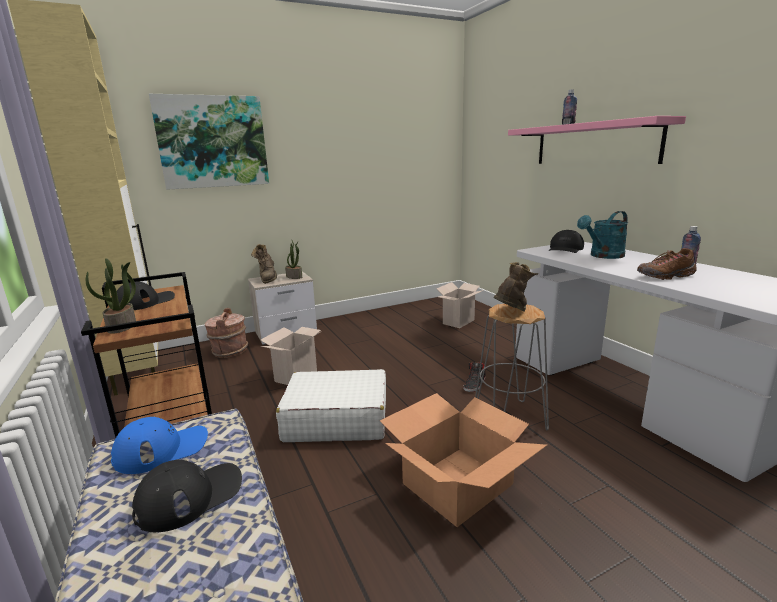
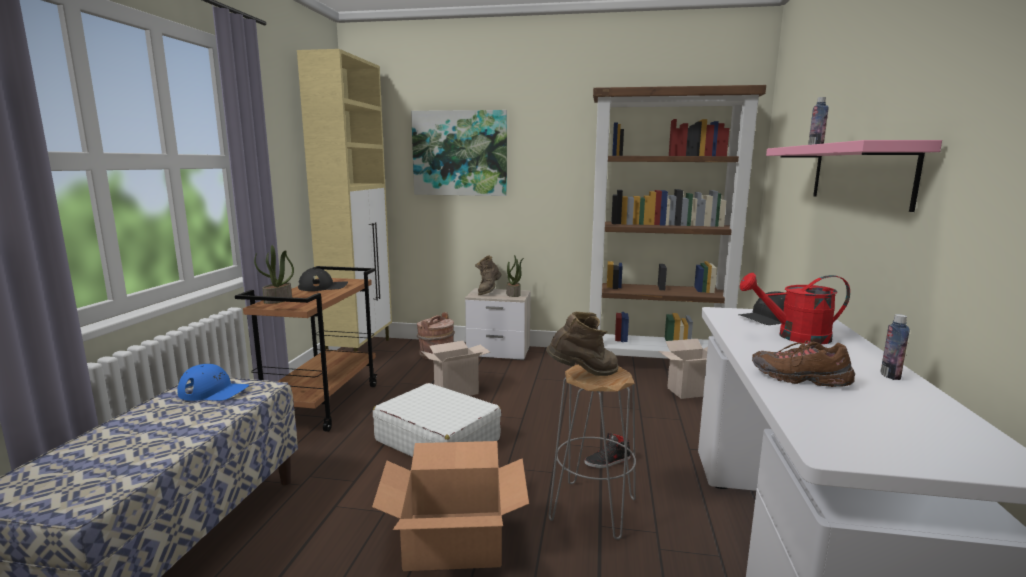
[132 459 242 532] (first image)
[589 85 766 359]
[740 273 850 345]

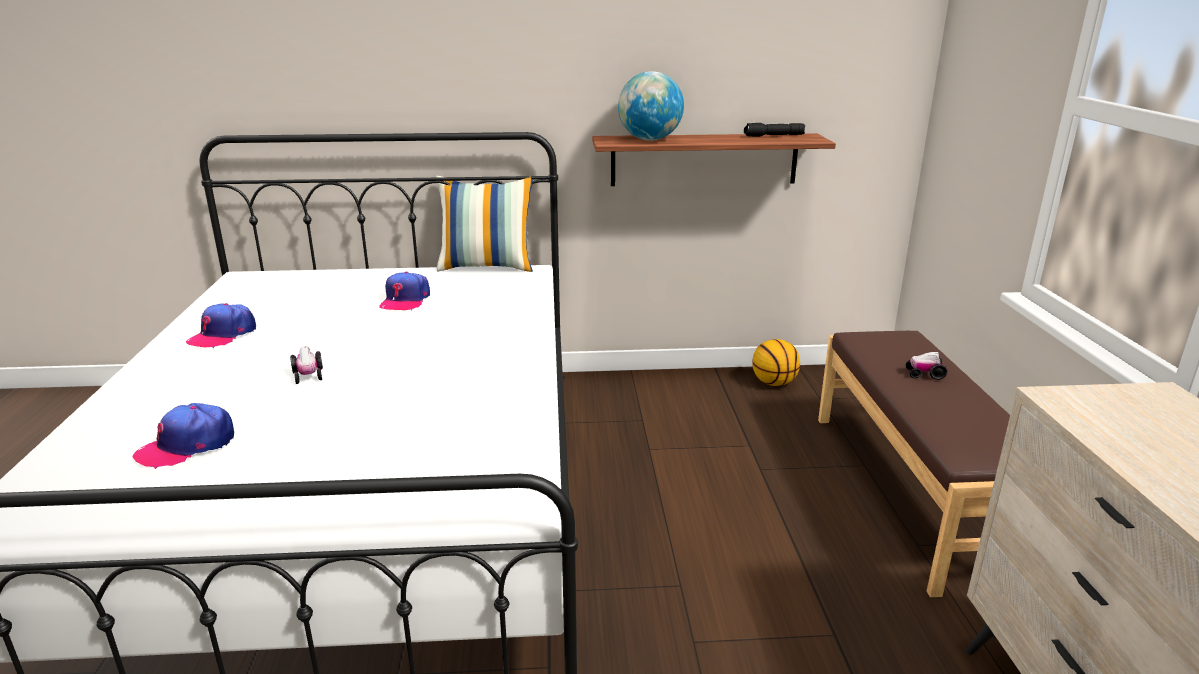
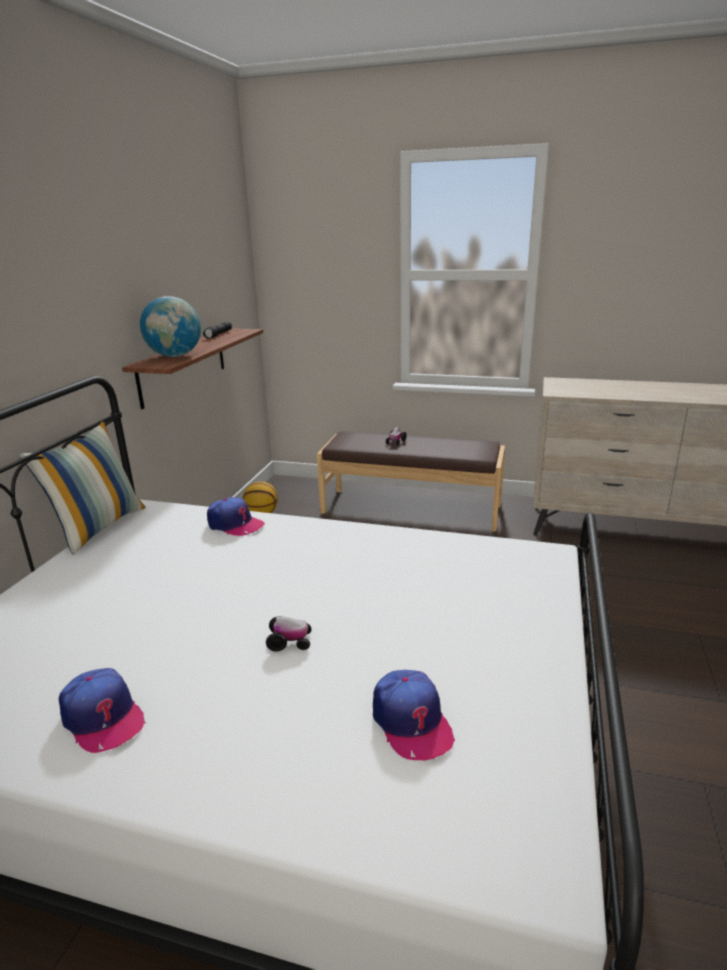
[207 497 265 536]

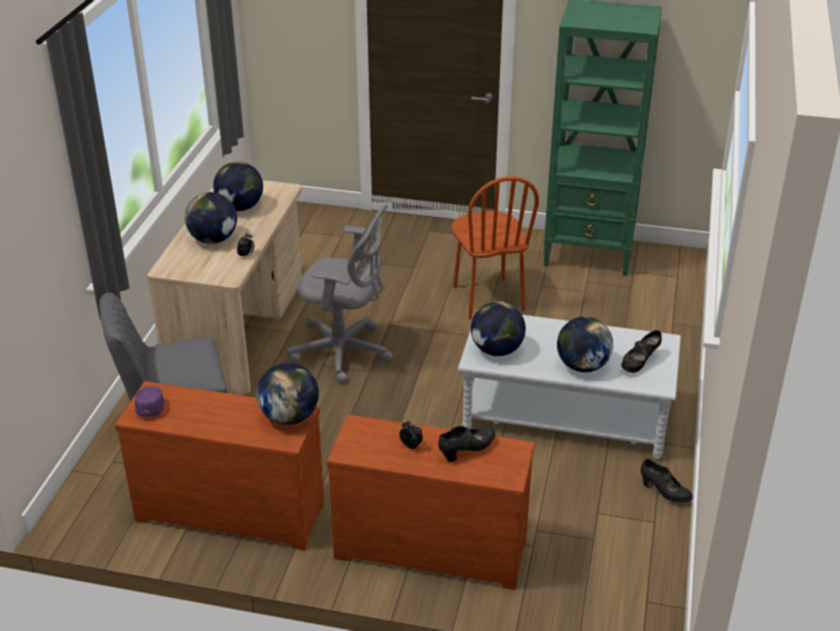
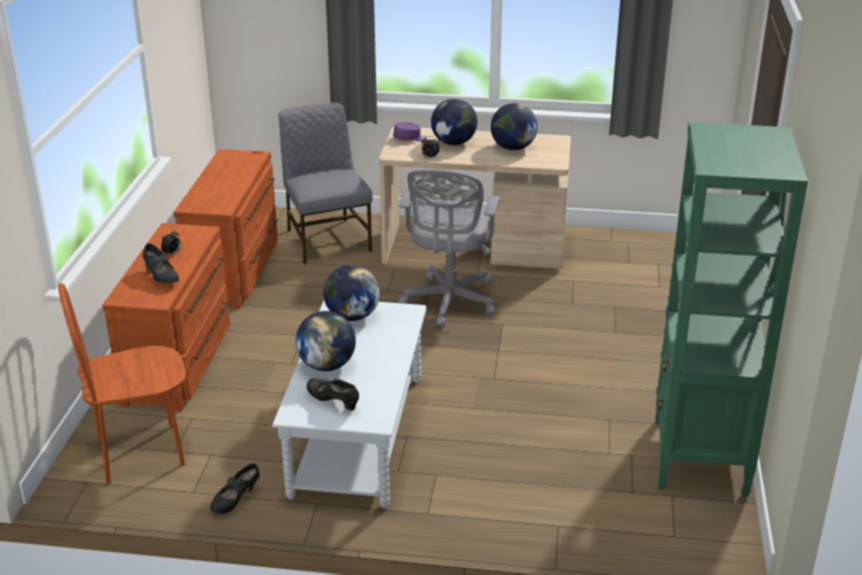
[257 363 319 425] (first image)
[393 122 427 141]
[58 283 186 484]

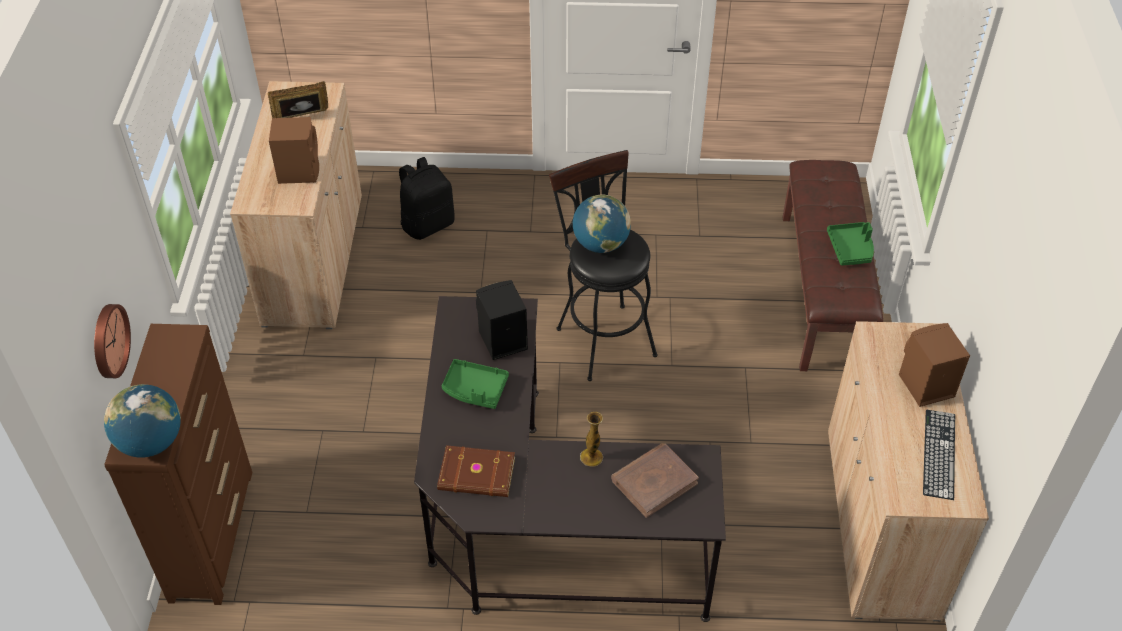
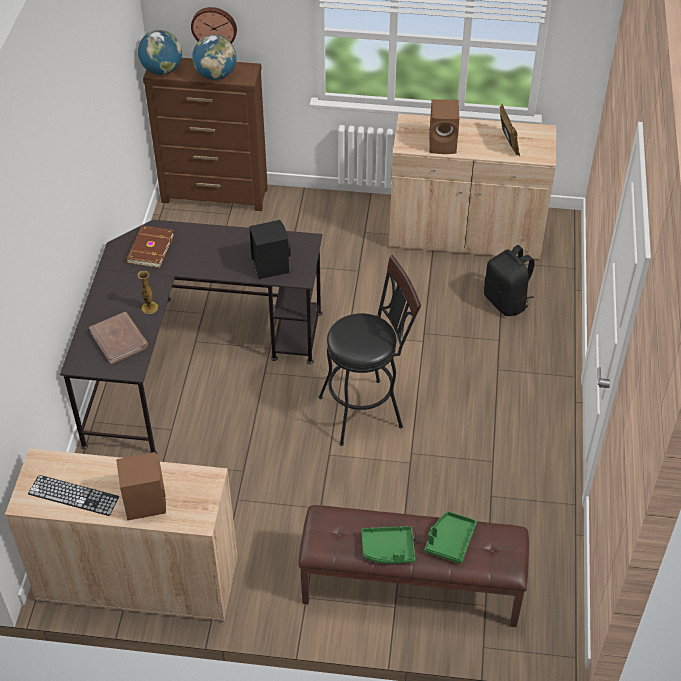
[425 511 477 564]
[192 35 236 80]

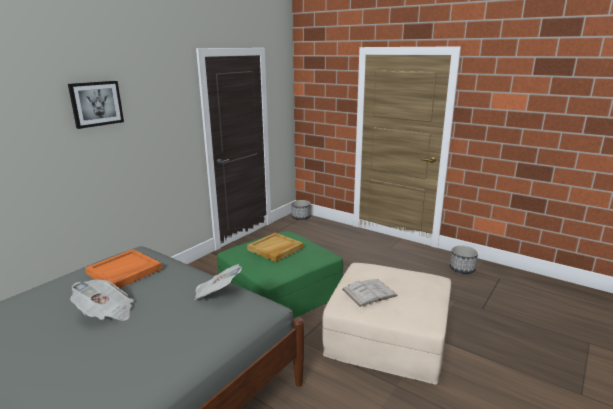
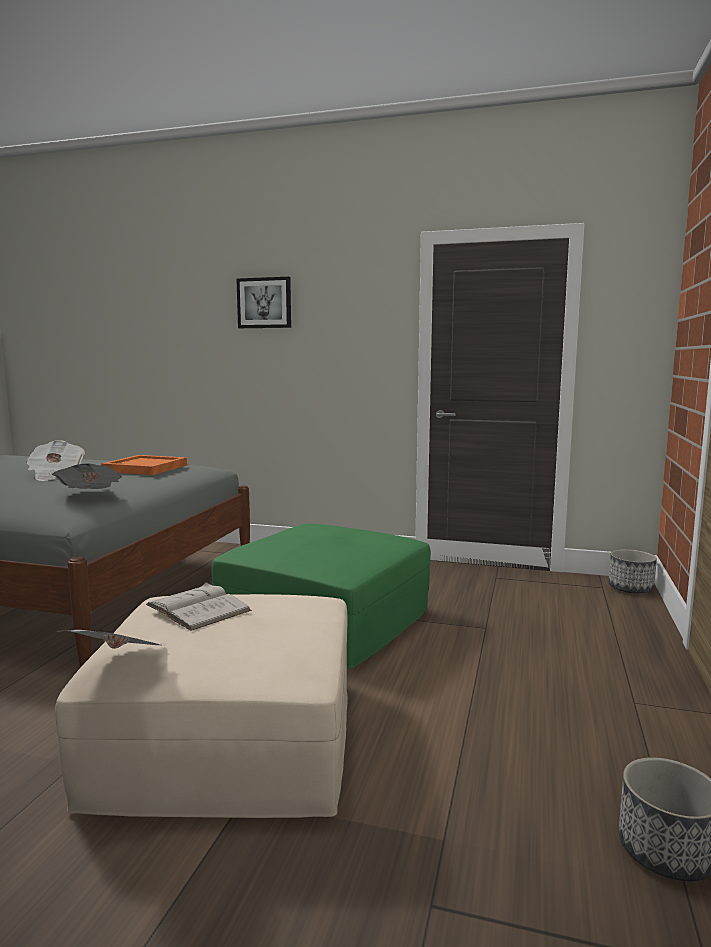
[247 233 303 262] (first image)
[56 630 166 649]

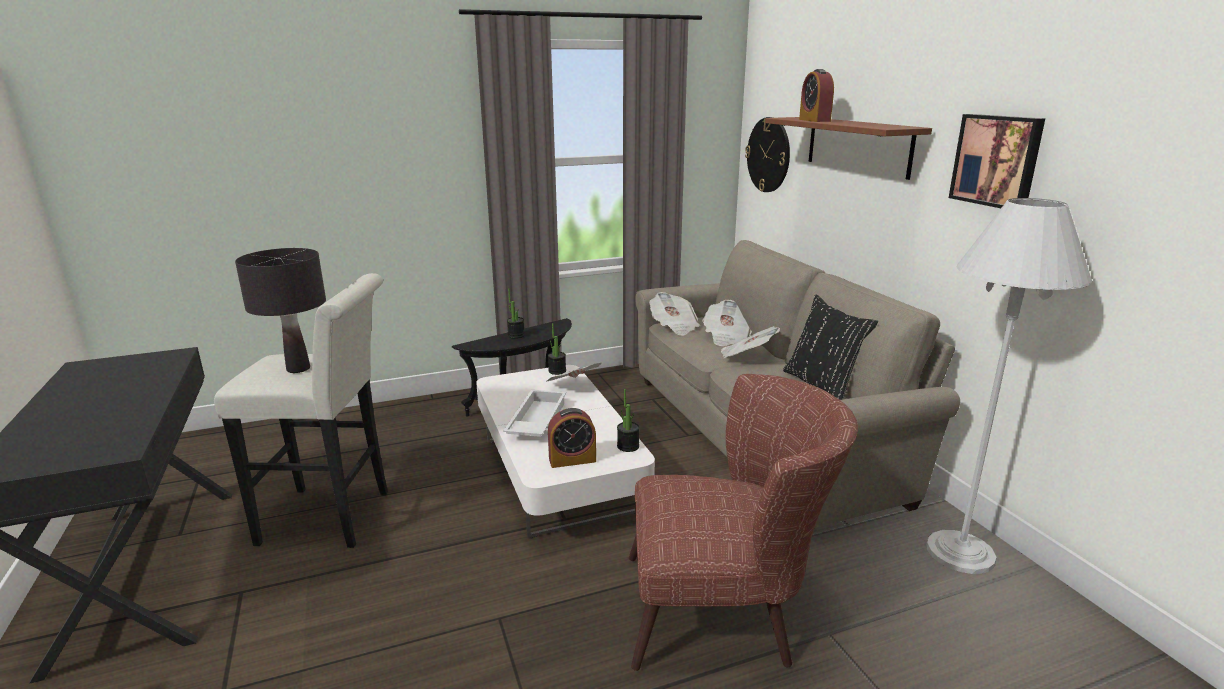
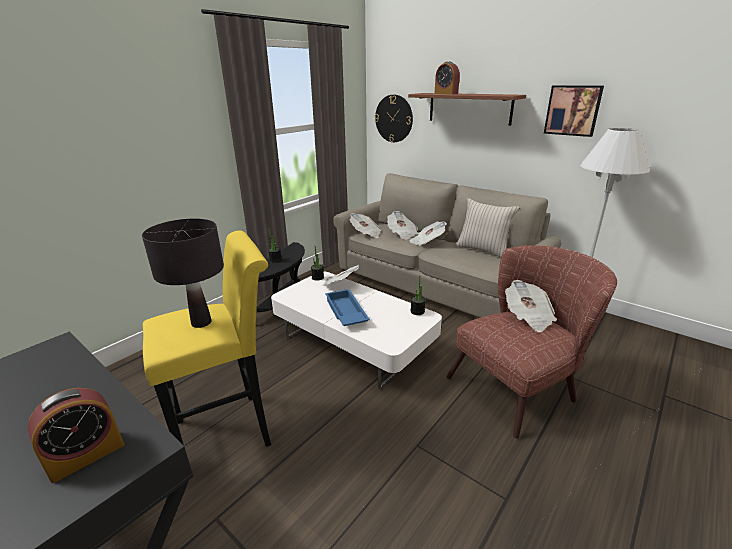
[505 280 557 333]
[28 388 124 483]
[143 231 271 447]
[325 289 370 326]
[455 198 520 257]

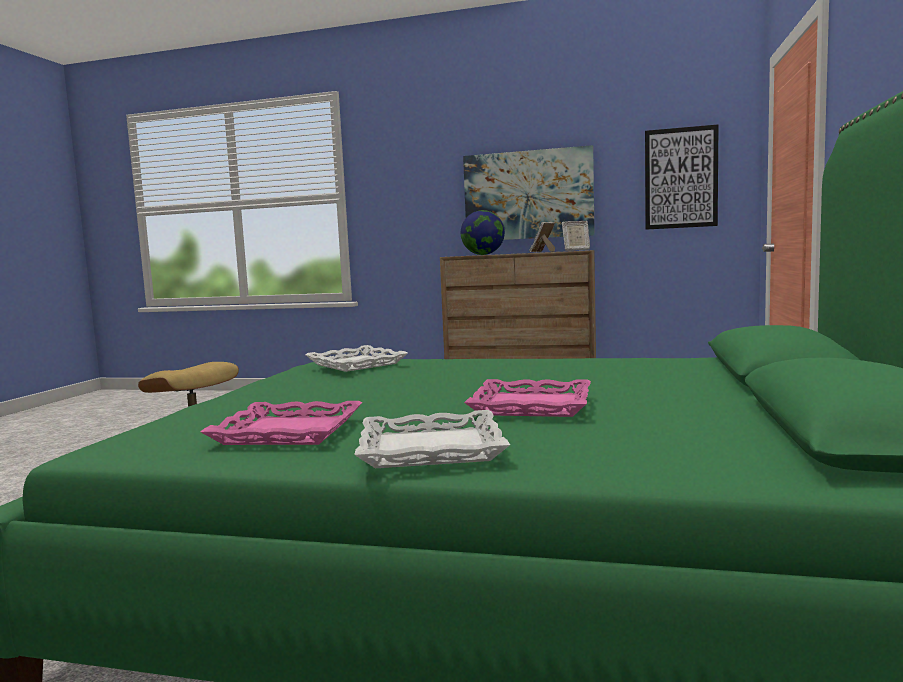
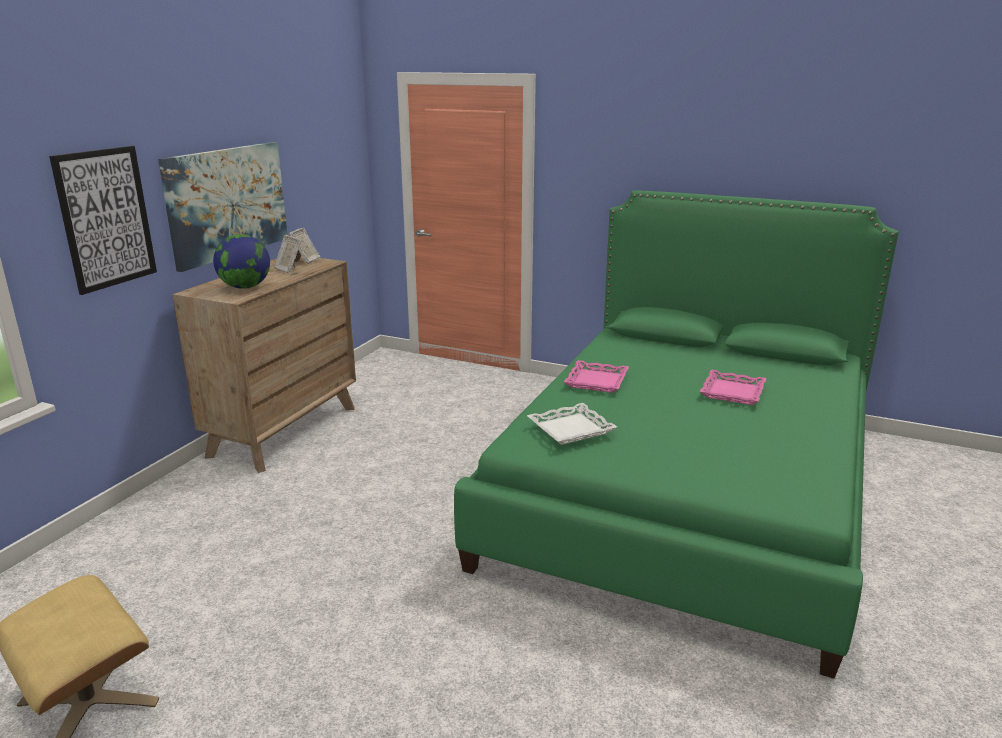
[354 410 510 468] (first image)
[564 360 629 393]
[49 146 157 295]

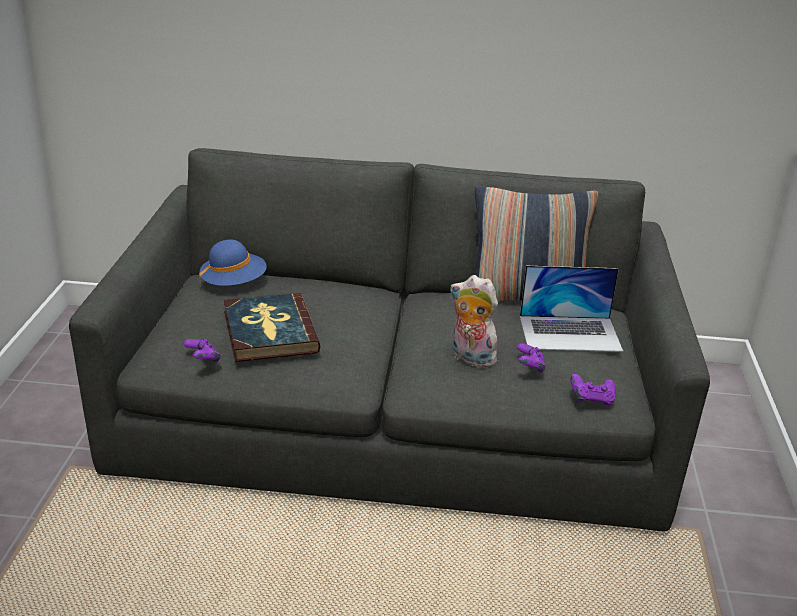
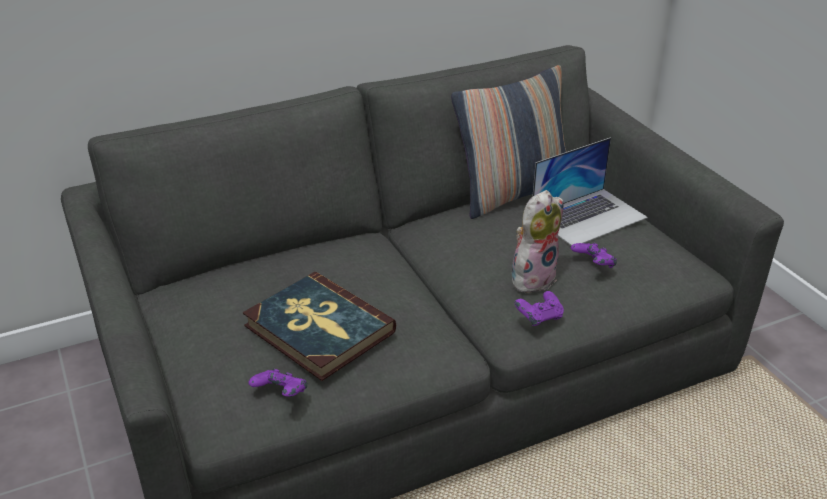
[199 239 267 286] (first image)
[515 291 564 326]
[512 190 564 295]

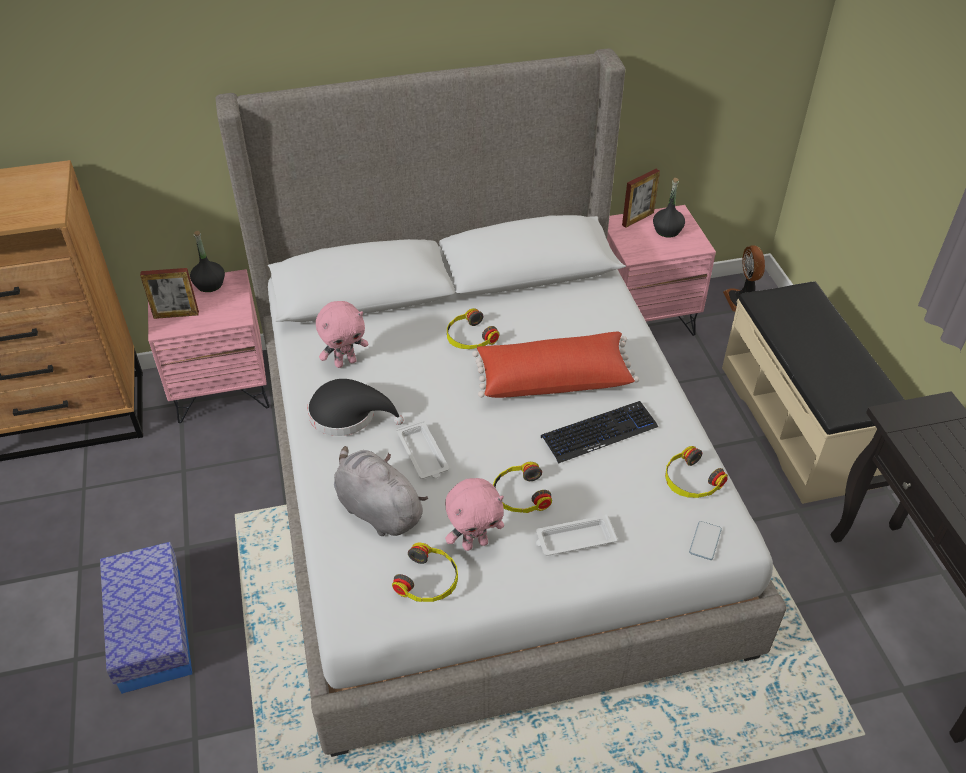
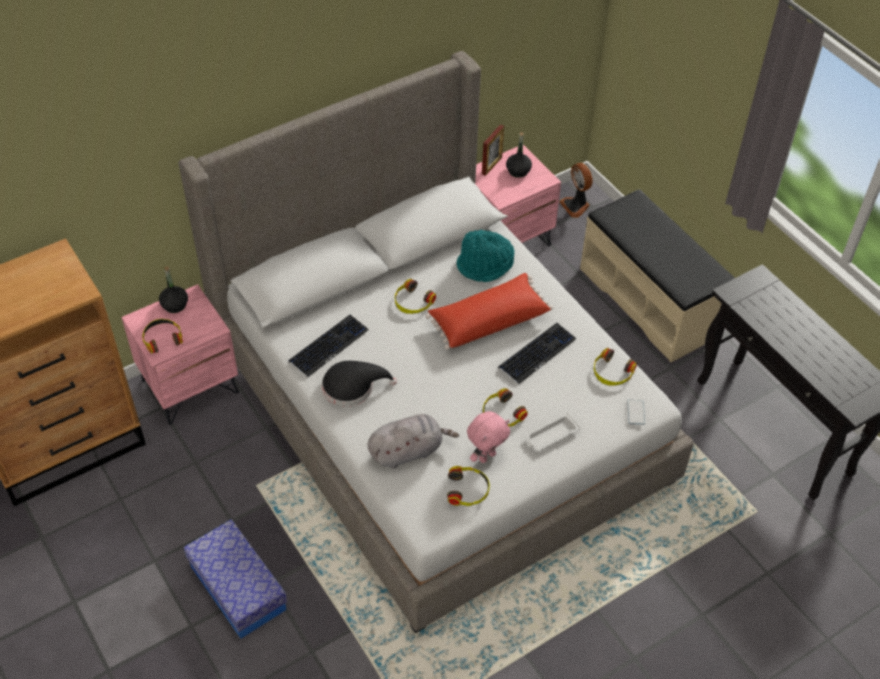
[396 421 449 479] (first image)
[457 230 514 282]
[142 319 183 354]
[288 315 368 377]
[367 414 459 469]

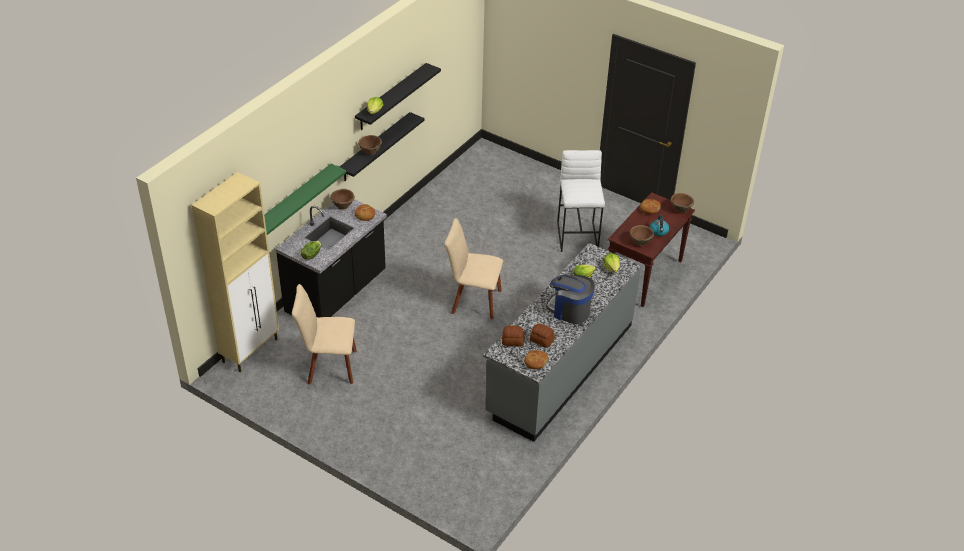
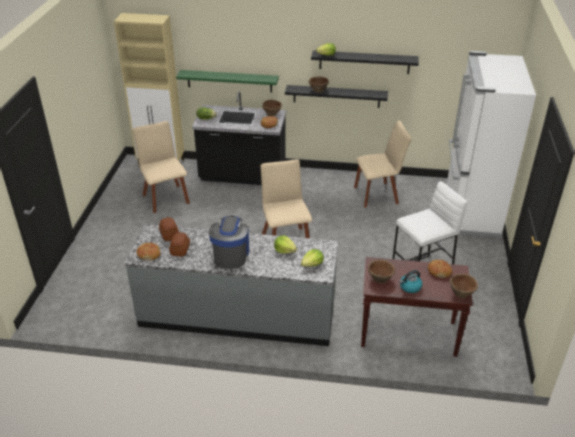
[354 121 412 208]
[446 51 536 238]

